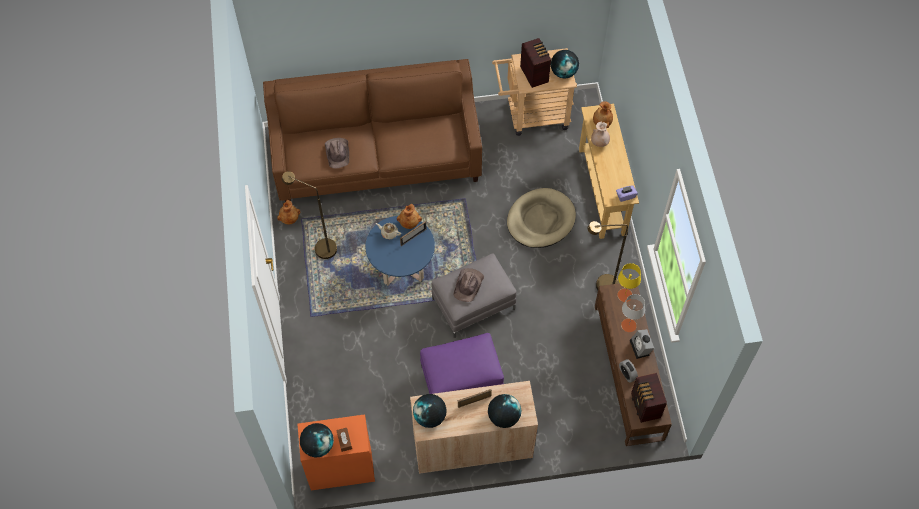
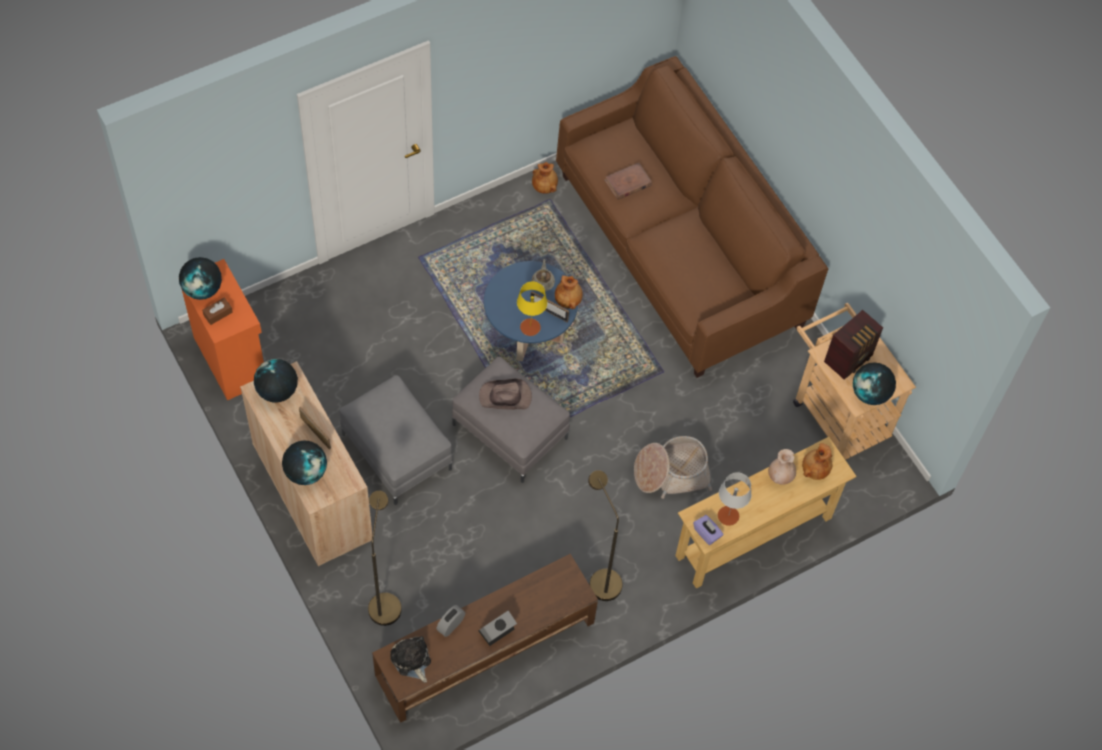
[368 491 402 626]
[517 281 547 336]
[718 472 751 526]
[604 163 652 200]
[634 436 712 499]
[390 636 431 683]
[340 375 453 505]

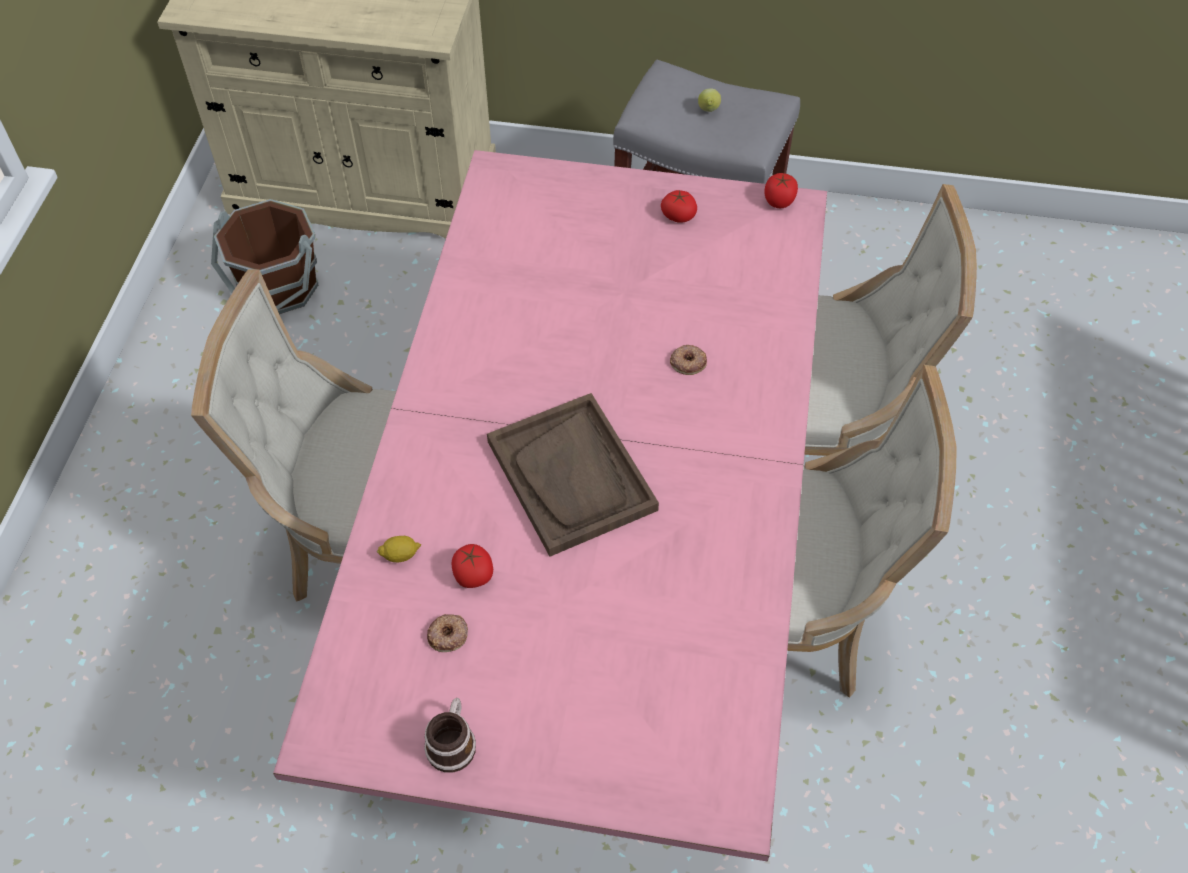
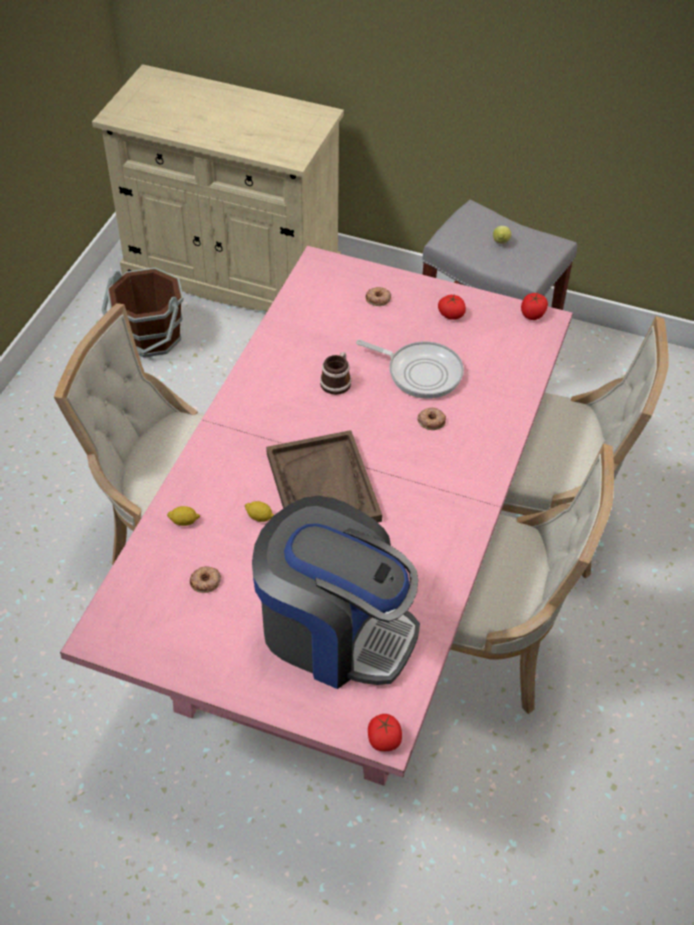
[244 501 274 522]
[252 496 420 689]
[356 340 464 399]
[365 287 391 306]
[320 352 352 395]
[368 714 402 751]

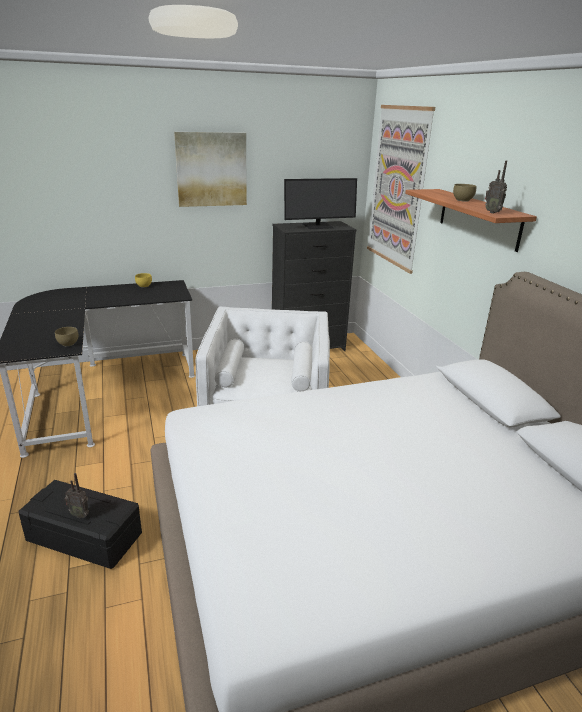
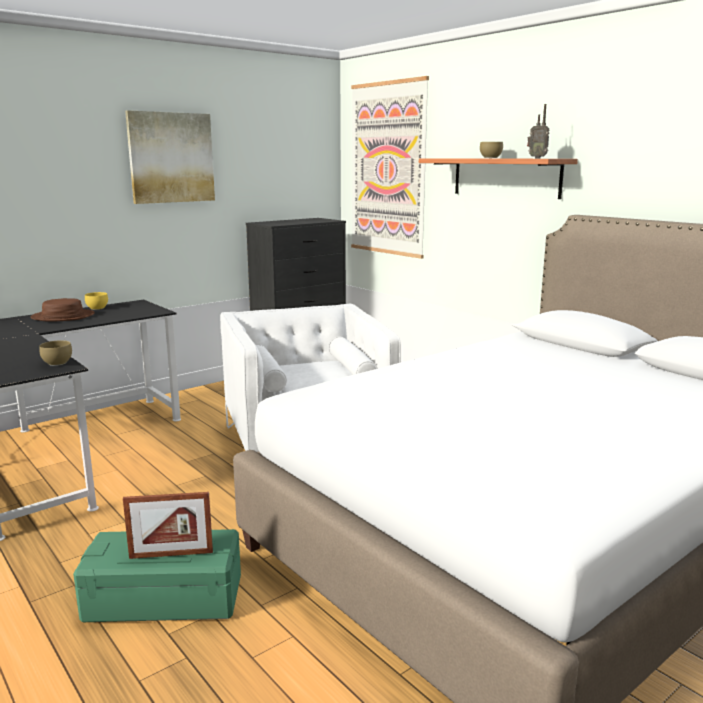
[284 178 357 229] (first image)
[31 298 95 322]
[123 492 213 559]
[73 529 241 622]

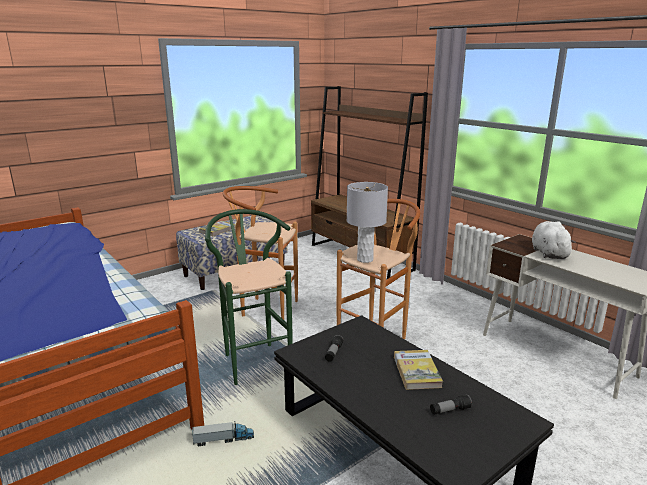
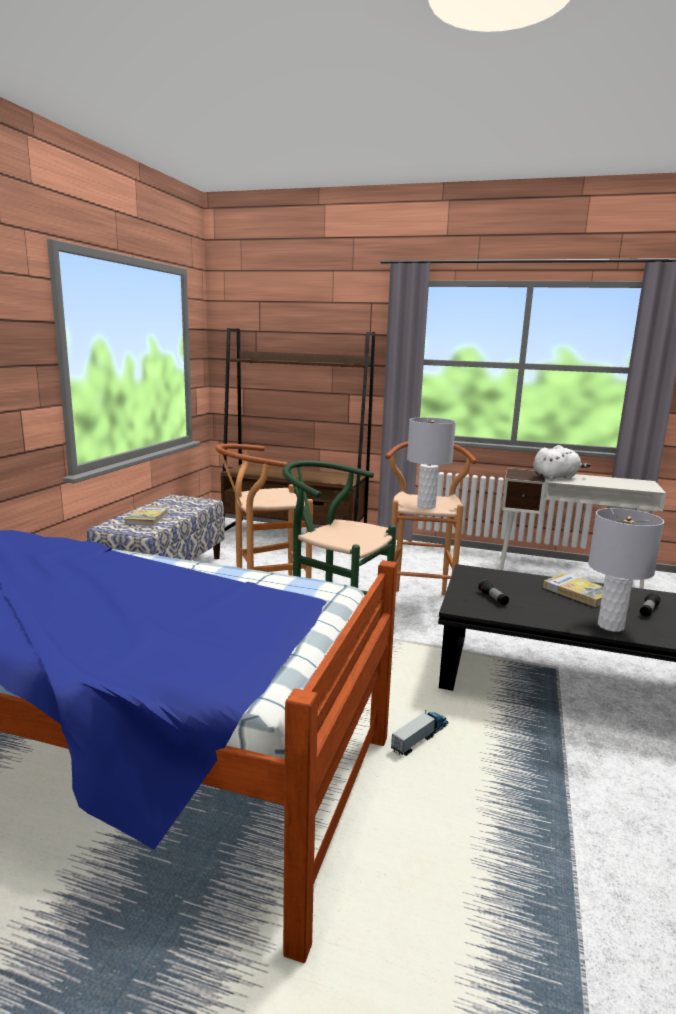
[588 508 664 632]
[533 445 590 480]

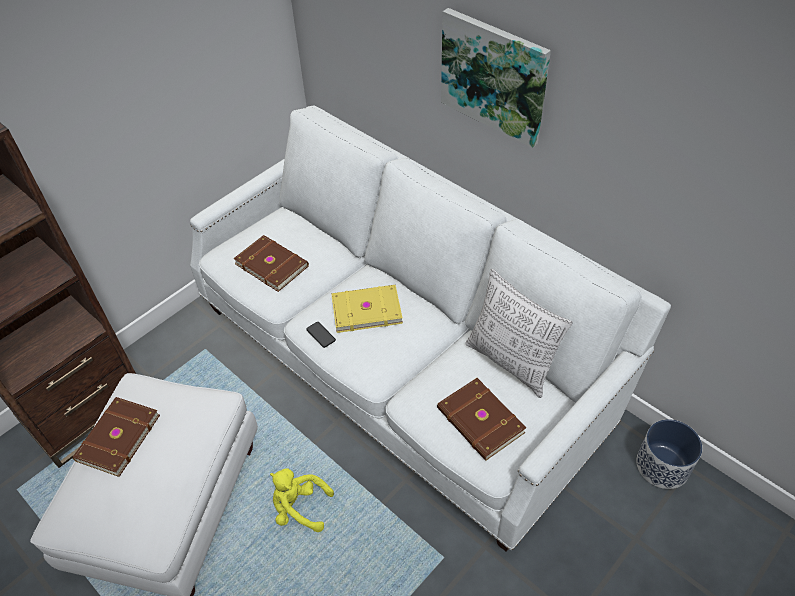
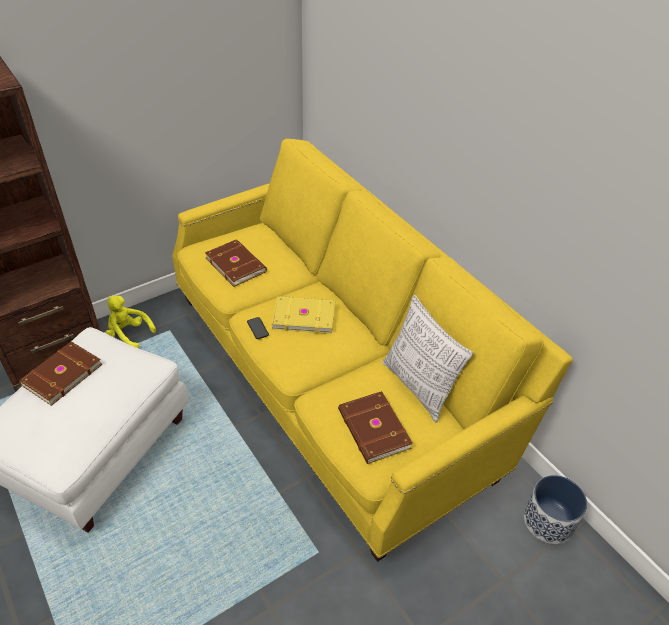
[441 8 551 148] (first image)
[105 295 156 349]
[172 139 573 562]

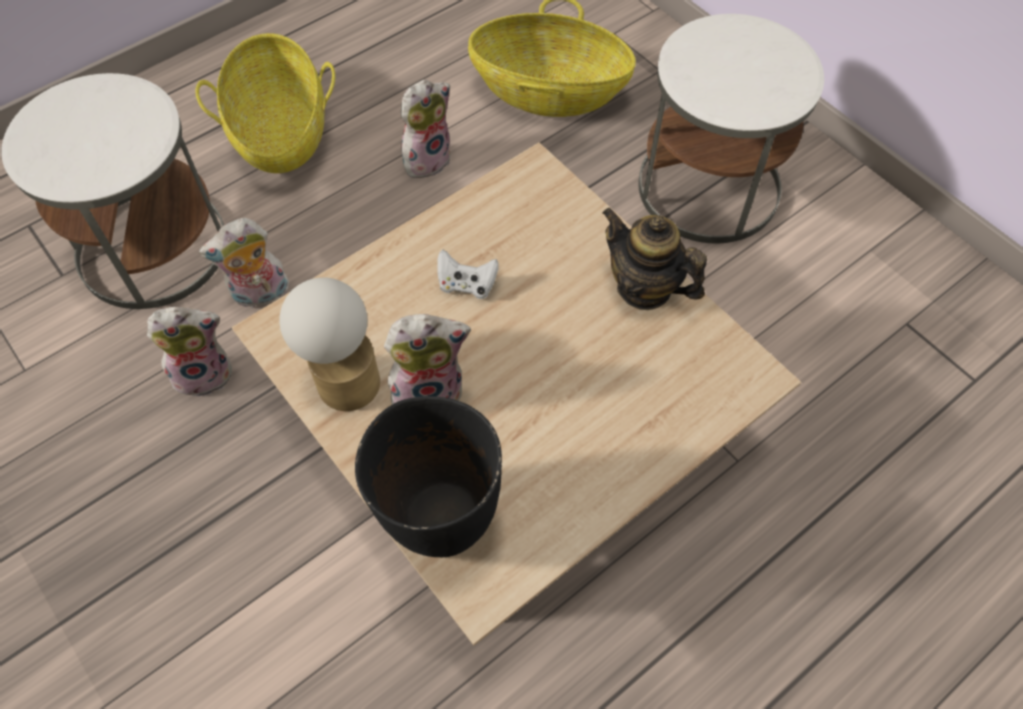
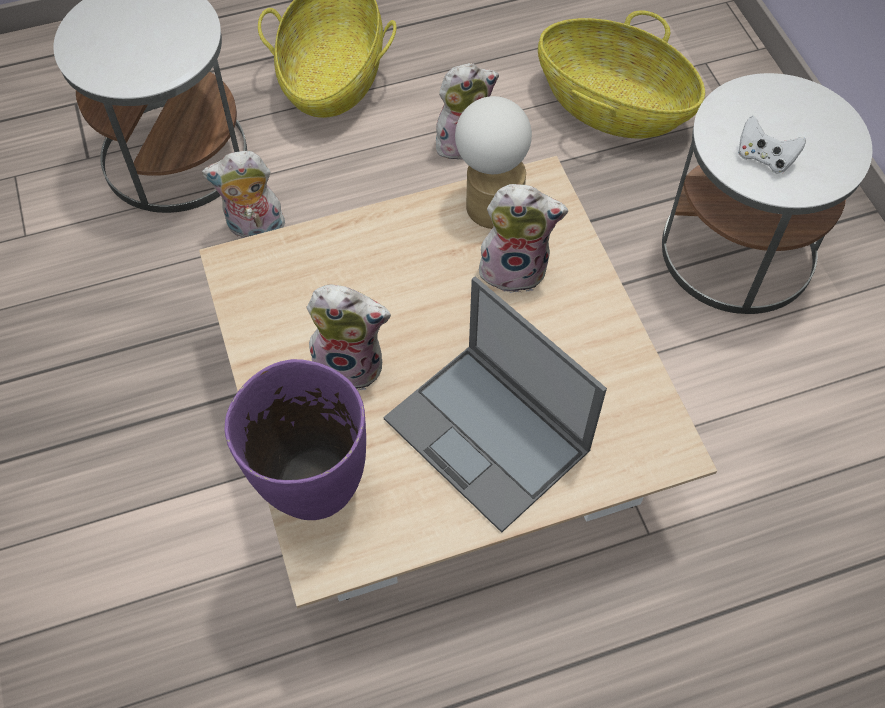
[602 208 707 310] (first image)
[384 276 607 533]
[477 184 568 293]
[455 96 532 229]
[738 115 806 174]
[225 359 366 520]

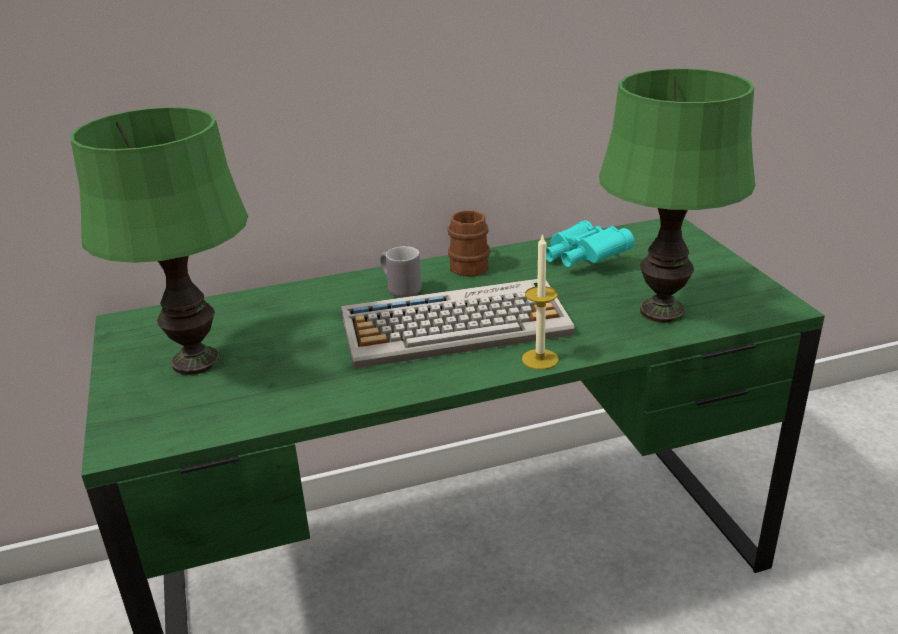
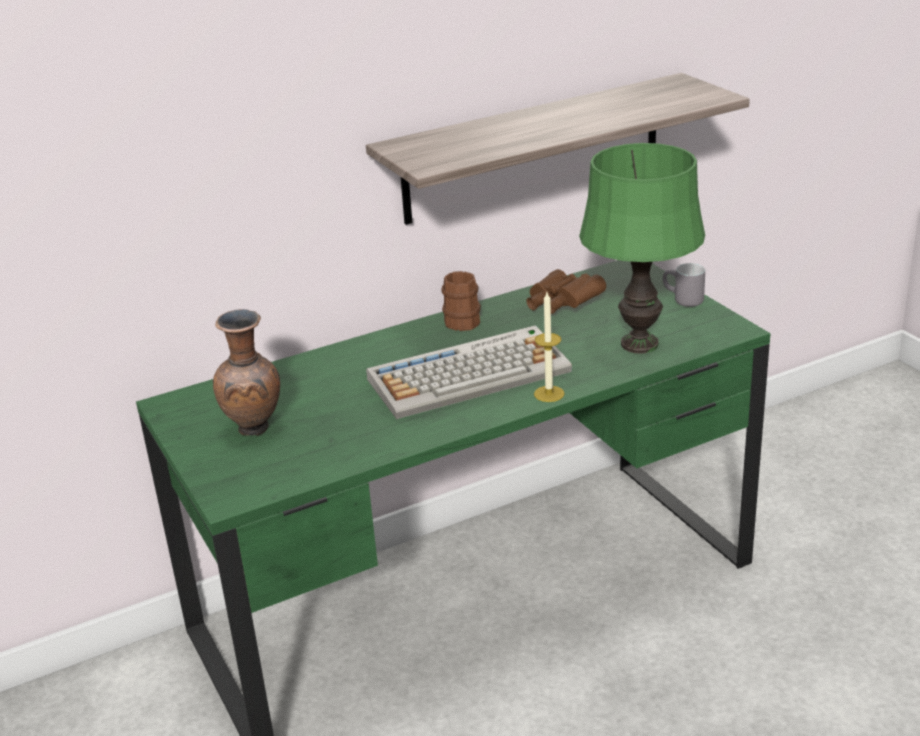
[366 73 750 225]
[663 263 705 307]
[213 309 280 436]
[526 269 606 314]

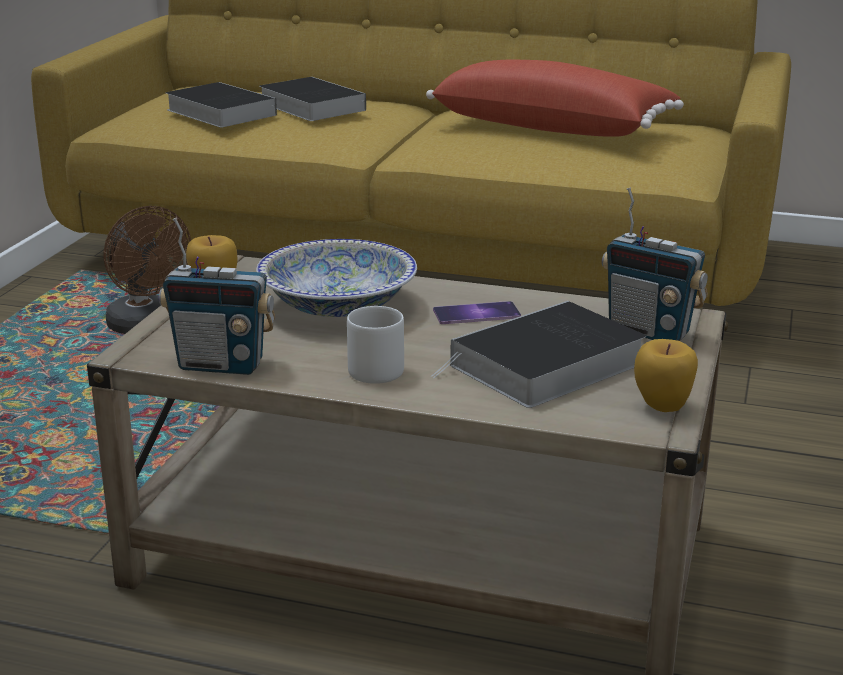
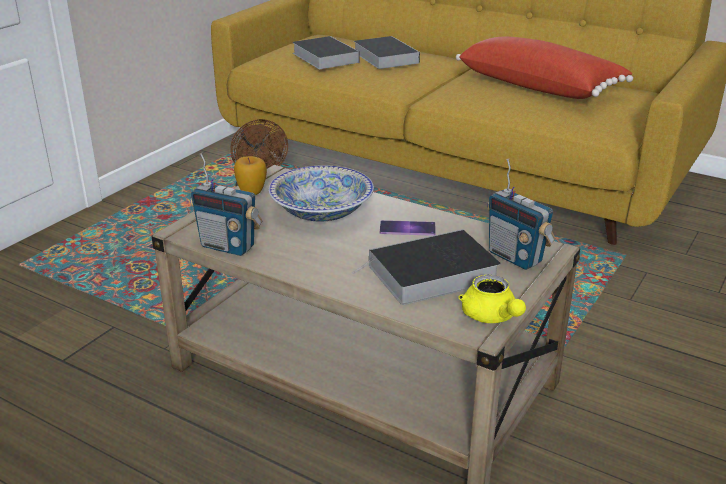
[347 306 404 384] (first image)
[458 275 526 323]

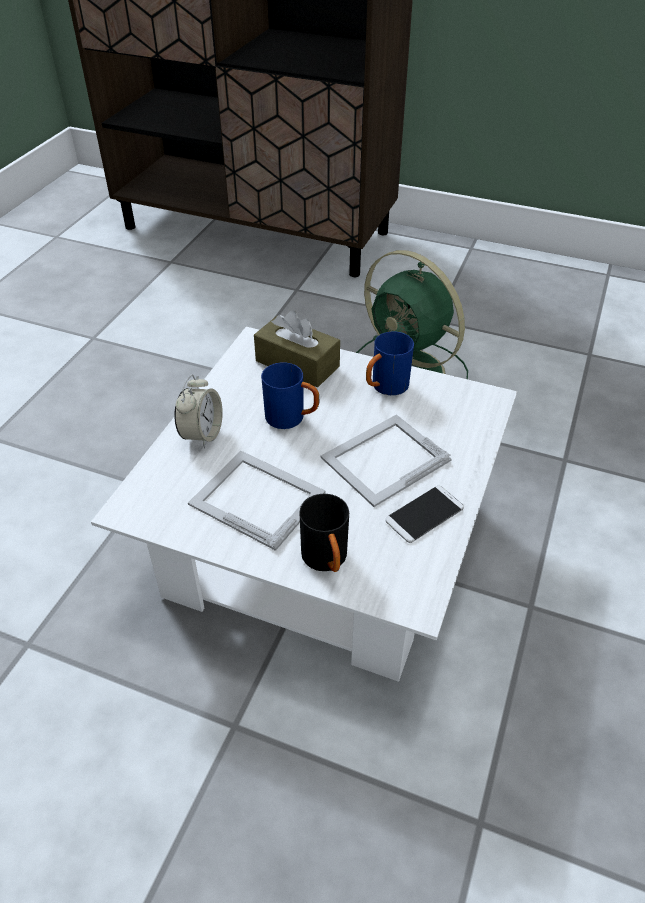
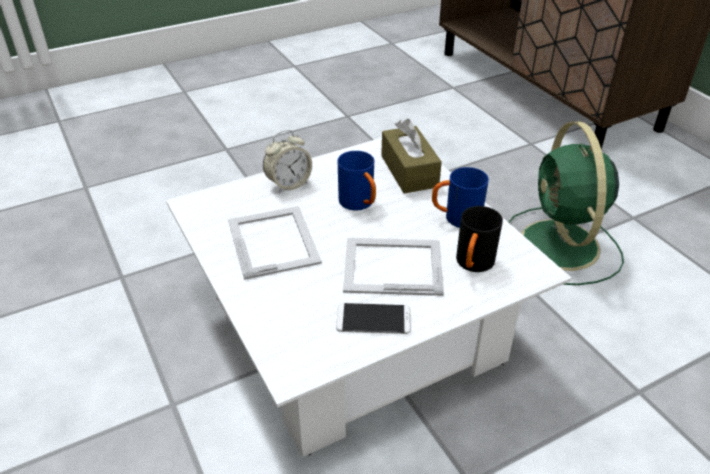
[456 206 503 272]

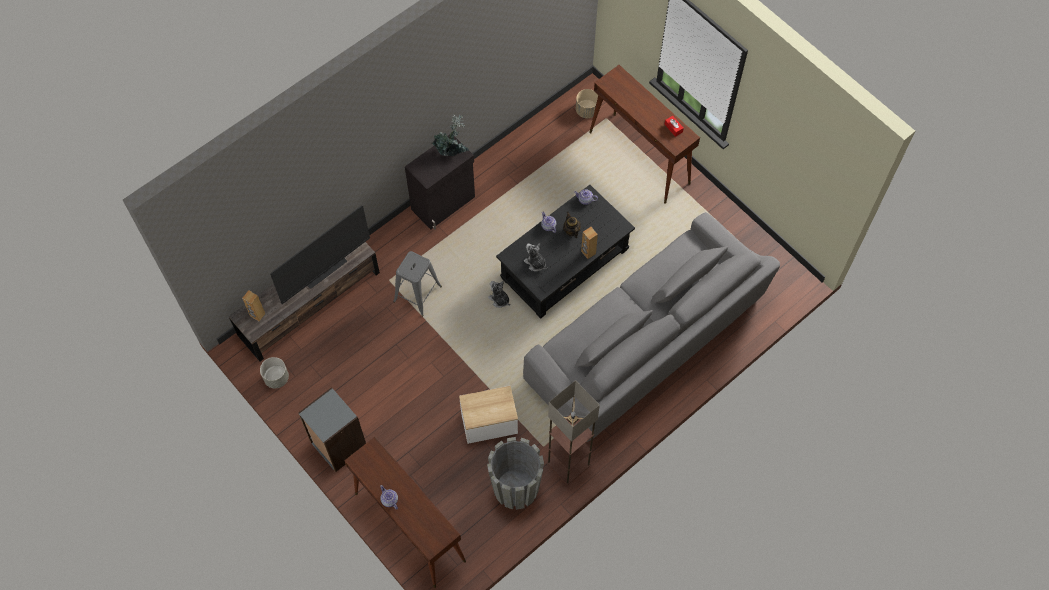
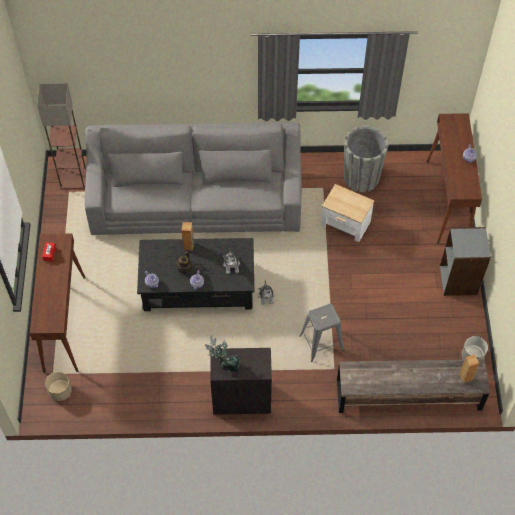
[270 205 370 304] (first image)
[37 84 86 190]

